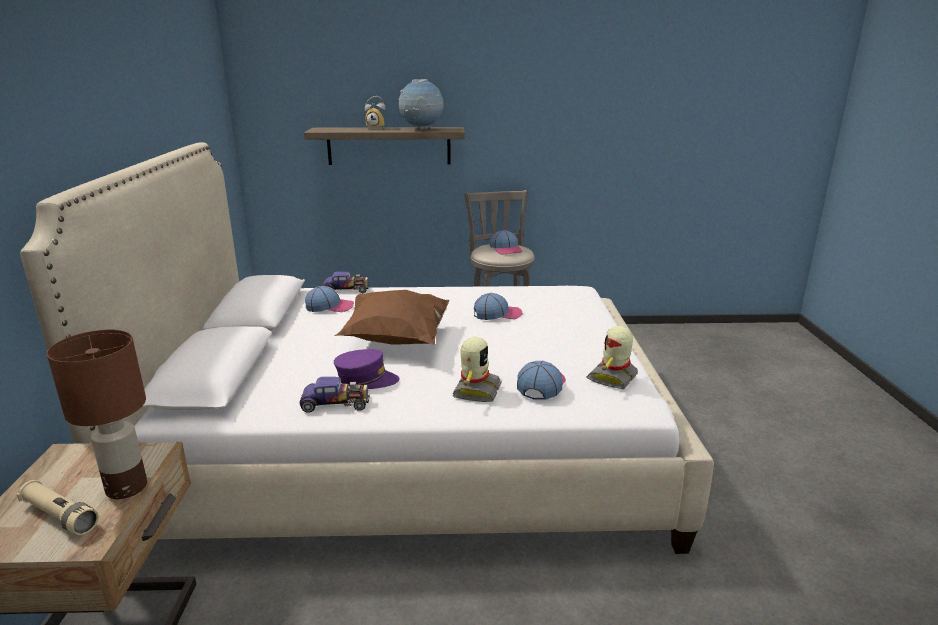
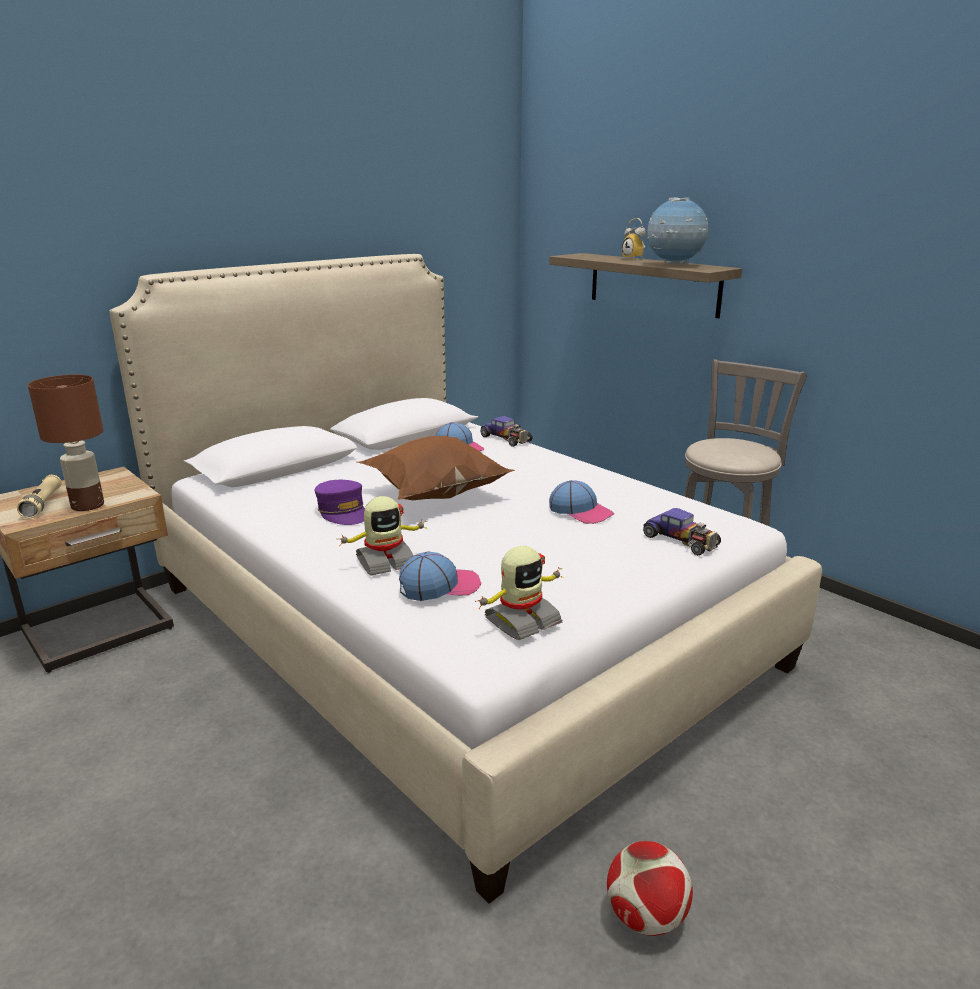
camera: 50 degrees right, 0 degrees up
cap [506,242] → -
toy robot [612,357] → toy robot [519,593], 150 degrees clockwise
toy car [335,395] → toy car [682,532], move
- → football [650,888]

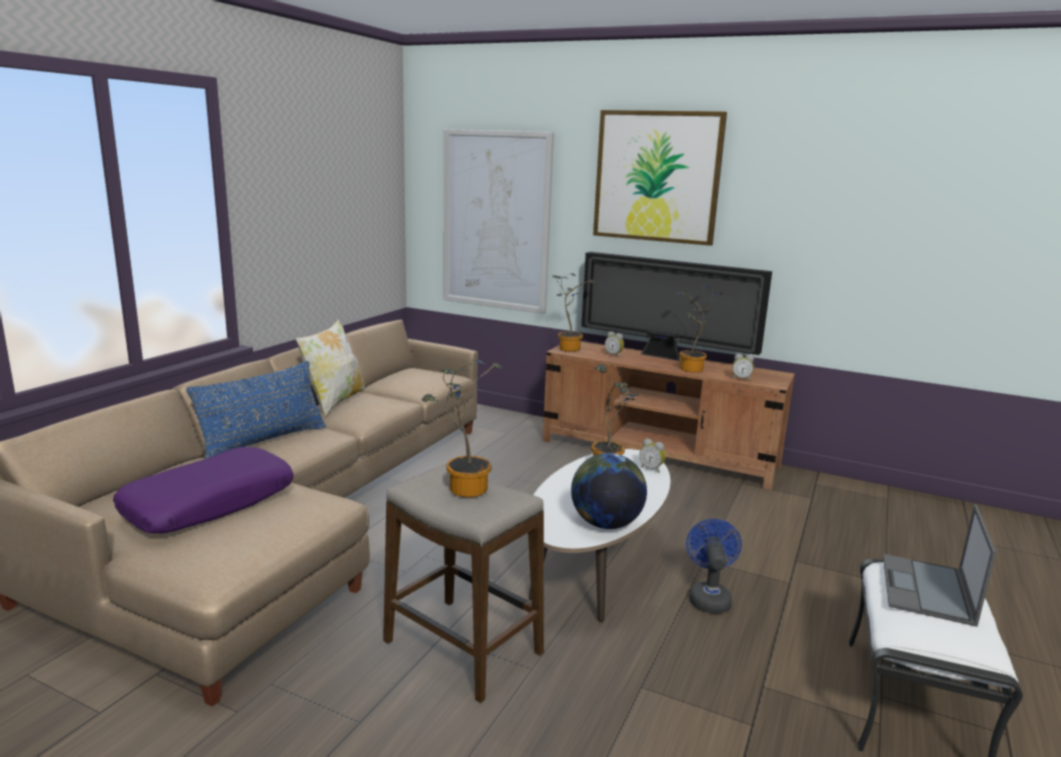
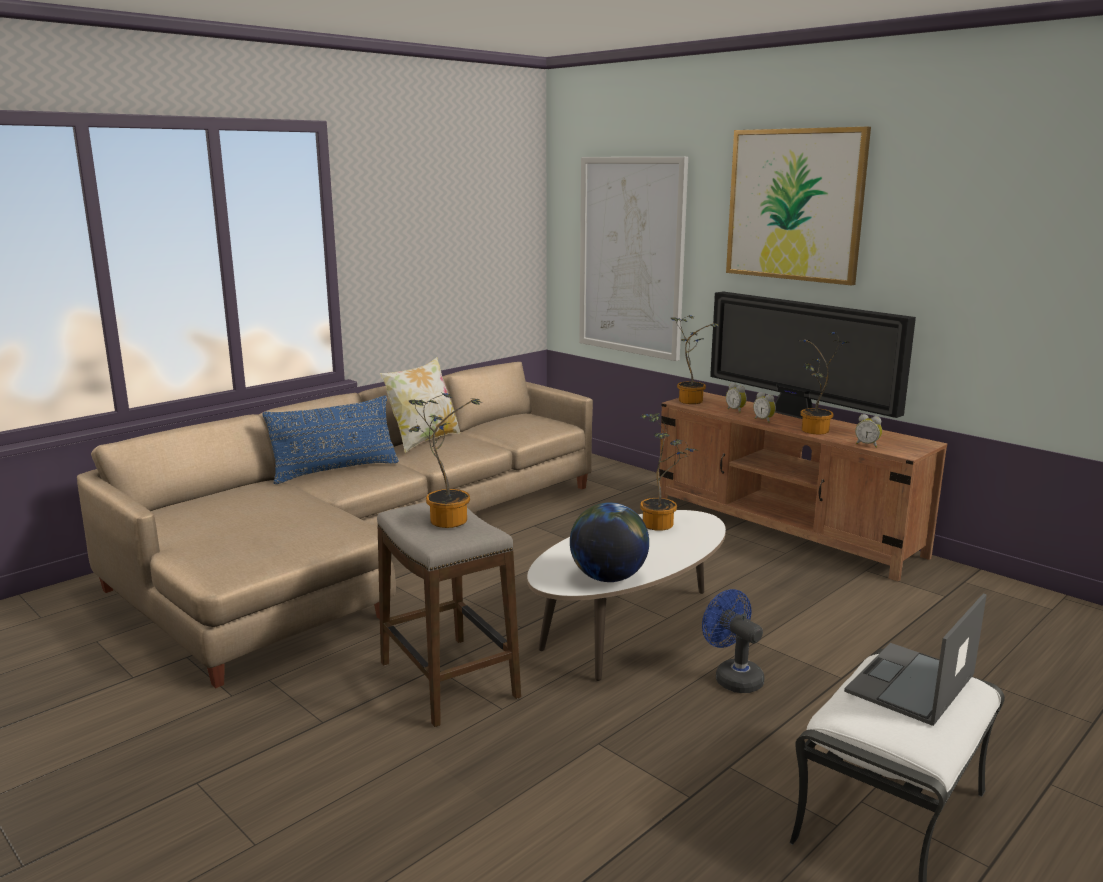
camera: 20 degrees right, 0 degrees up
alarm clock [652,455] → alarm clock [764,407], move
pillow (purple) [203,490] → -
fan (blue) [714,566] → fan (blue) [733,641], 60 degrees counterclockwise

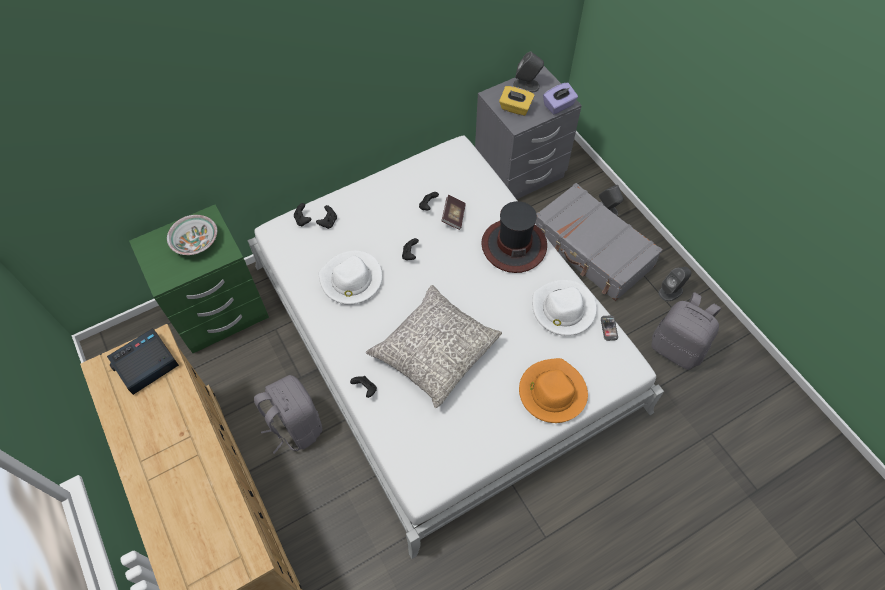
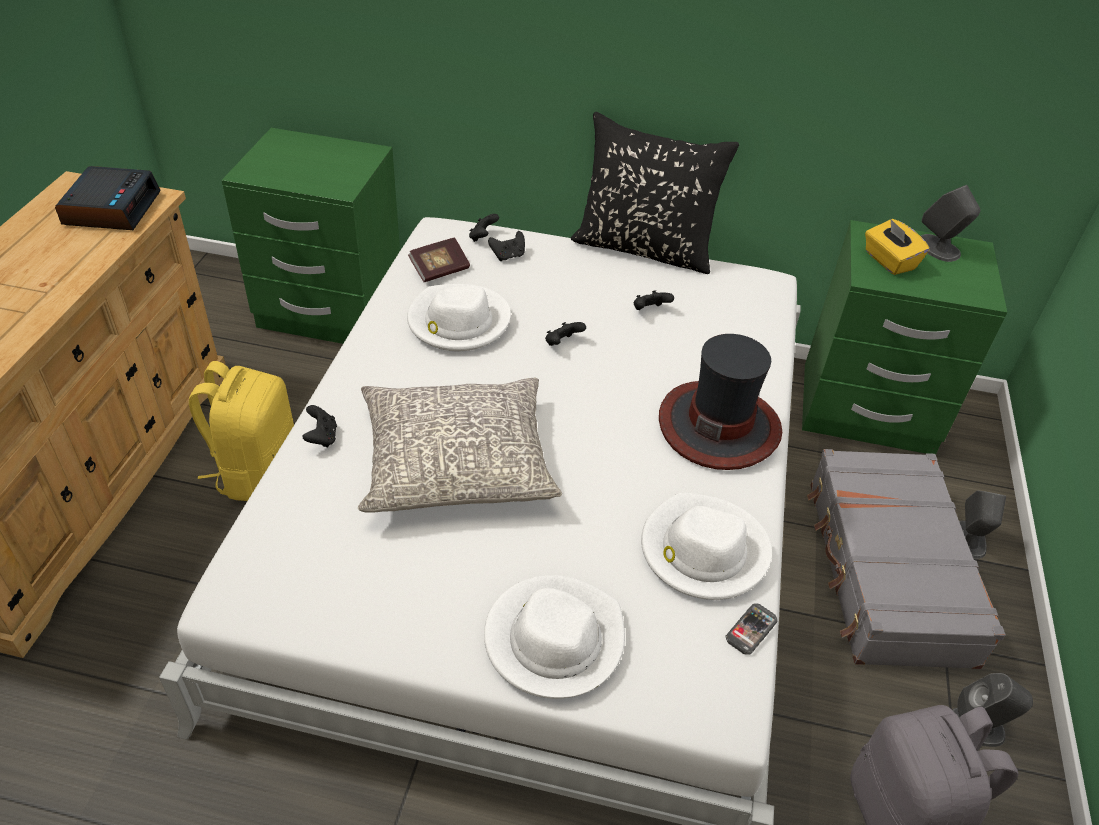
camera: 40 degrees right, 15 degrees down
nightstand (grey) [528,132] → nightstand (green) [904,337]
tissue box (purple) [560,98] → -
book [453,212] → book [439,259], move
bowl [192,235] → -
alarm clock [143,361] → alarm clock [108,198], 90 degrees clockwise
hat (orange) [553,390] → hat (white) [554,637]
backpack (grey) [288,414] → backpack (yellow) [241,431]
- → pillow (black) [655,193]

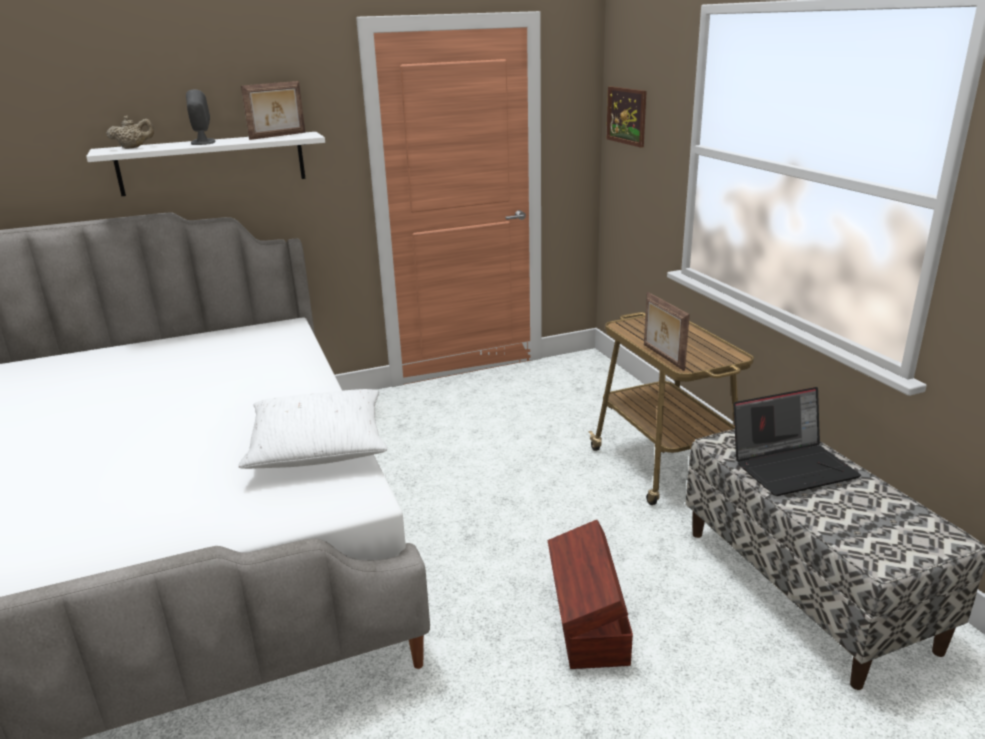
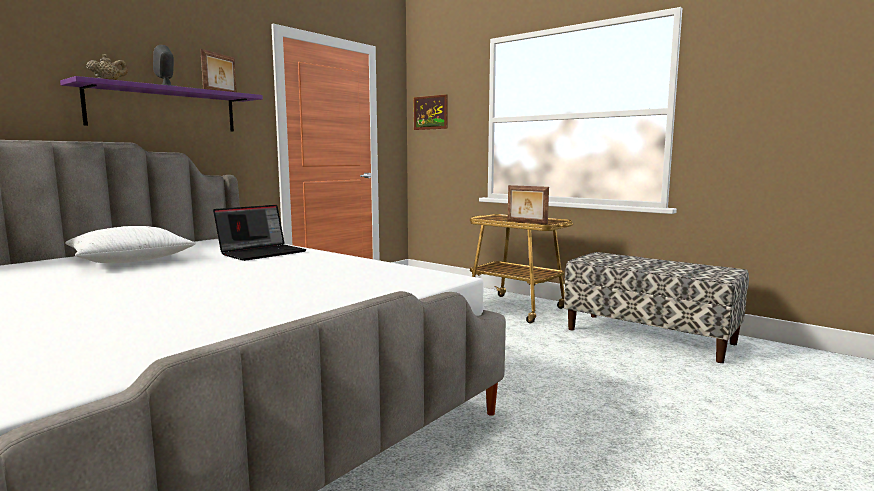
camera: 30 degrees left, 15 degrees down
shelf (white) [205,164] → shelf (purple) [161,104]
laptop [797,441] → laptop [260,233], move
pillow (white) [313,429] → pillow (white) [130,244], move
storage box (brown) [590,594] → -

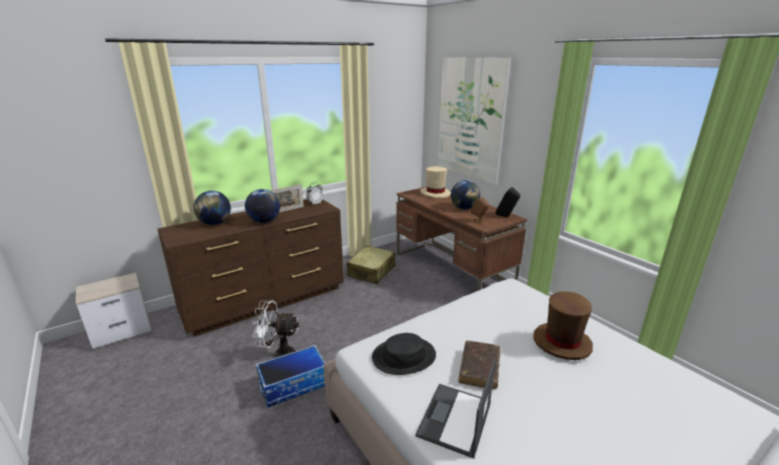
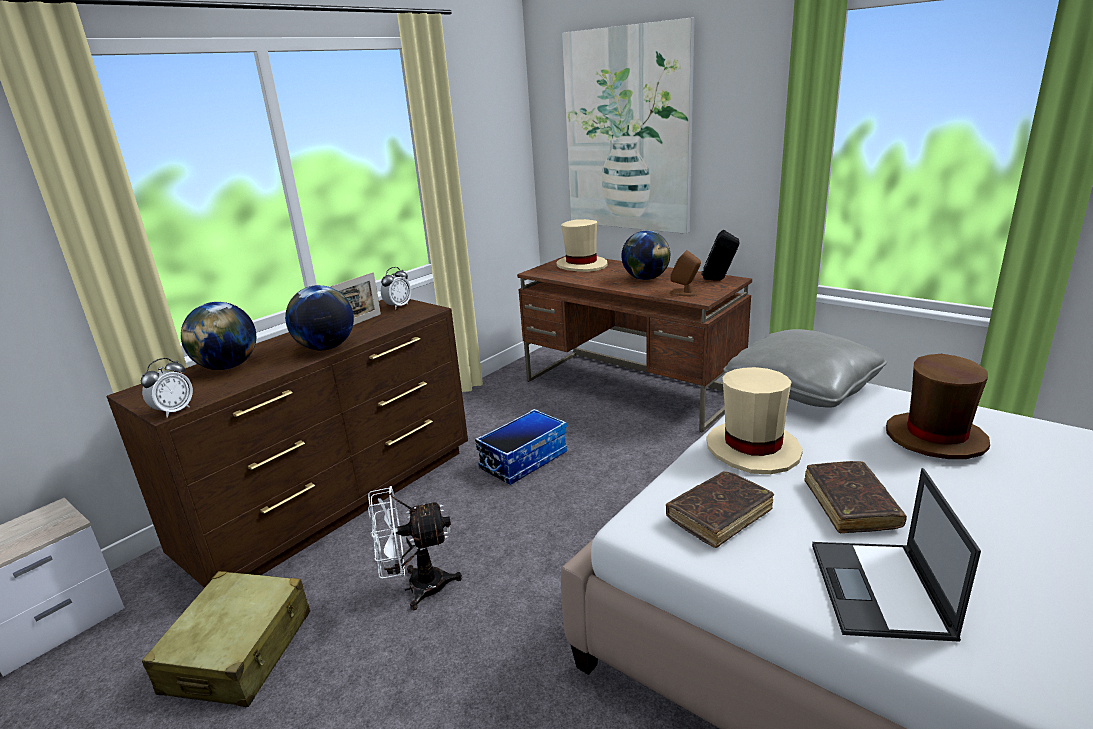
camera: 15 degrees left, 0 degrees up
suitcase (beige) [371,265] → suitcase (beige) [226,639], move
hat (black) [404,354] → book (brown) [720,509]
storage box [290,376] → storage box [521,447], move
- → pillow (grey) [805,368]
- → alarm clock [167,388]
- → hat (beige) [754,420]

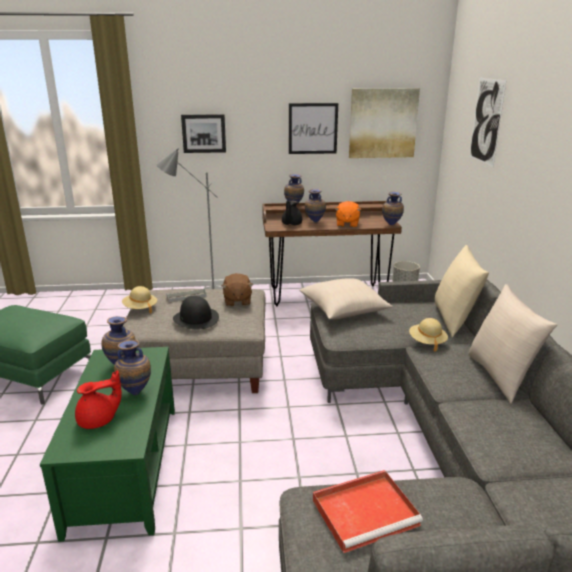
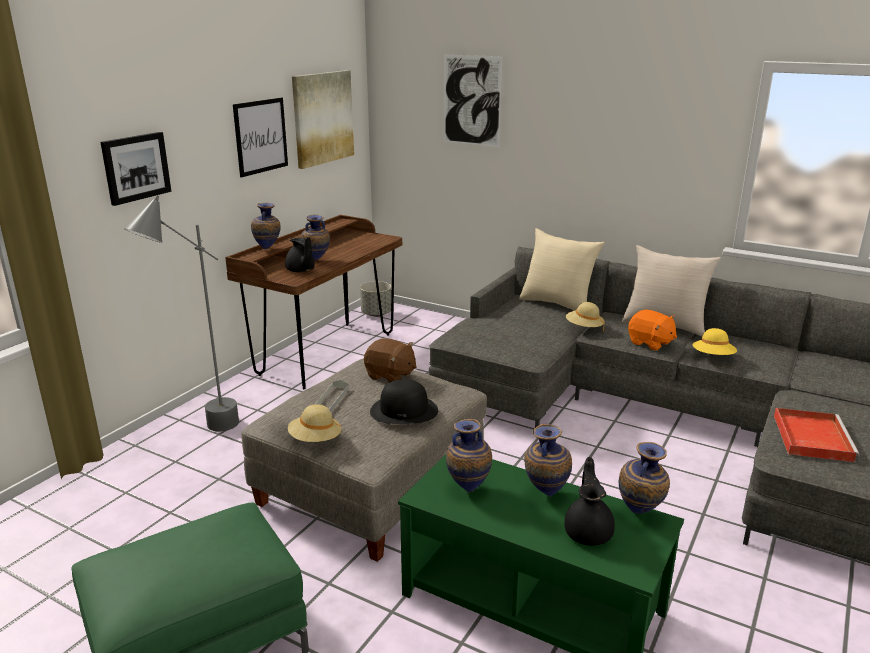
camera: 55 degrees left, 0 degrees up
vase [393,208] → vase [644,478], move
plush toy (orange) [348,214] → plush toy (orange) [652,330], move
pillow (beige) [346,298] → -
teapot (red) [98,399] → teapot (black) [589,501]
- → hat (yellow) [715,341]

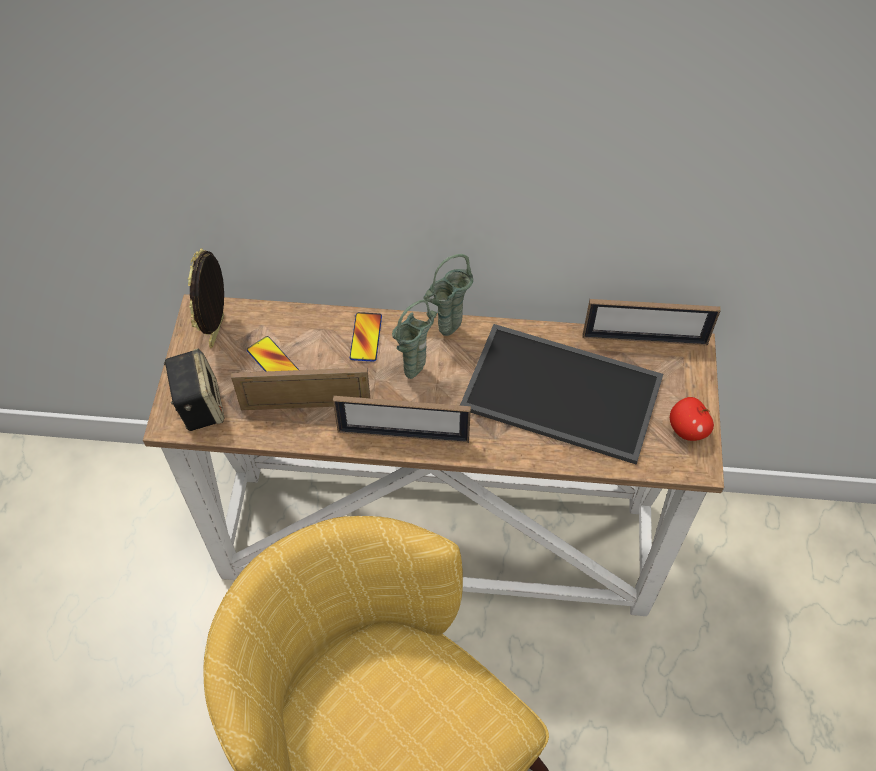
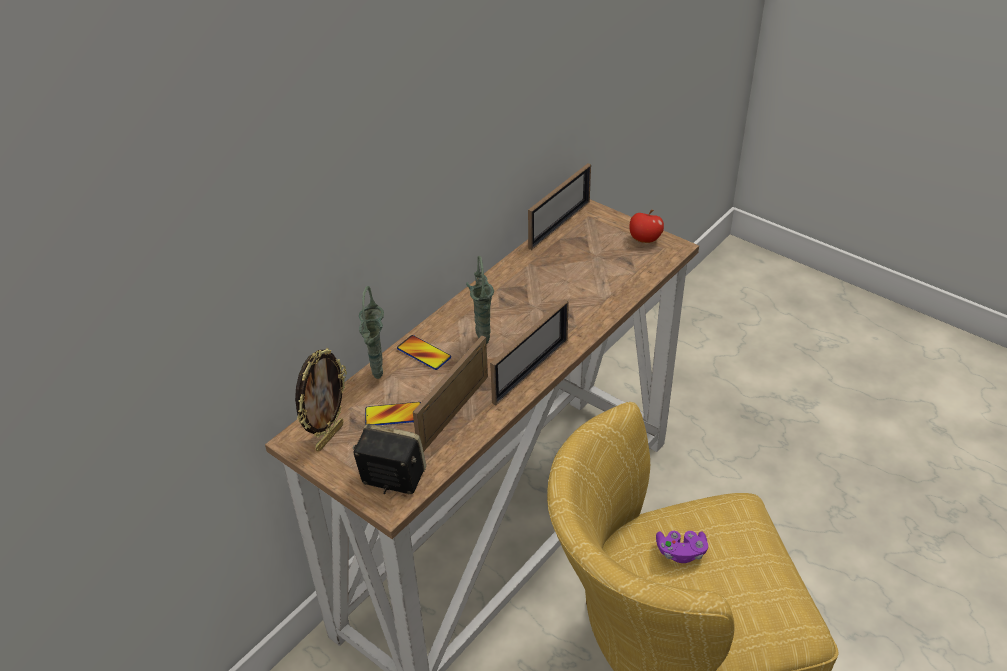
camera: 55 degrees left, 15 degrees down
picture frame [206,298] → picture frame [321,399], 105 degrees counterclockwise
vase (green) [448,295] → vase (green) [371,332], move
tray [561,394] → -
- → game controller (purple) [682,547]

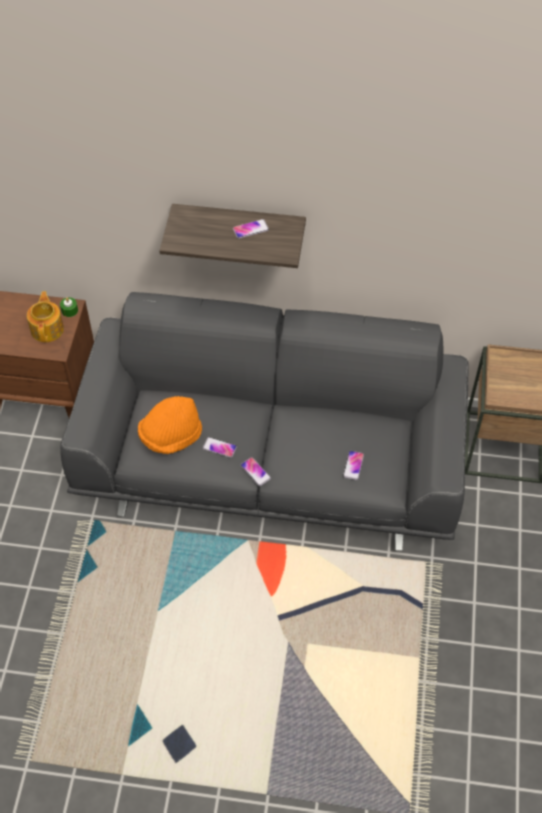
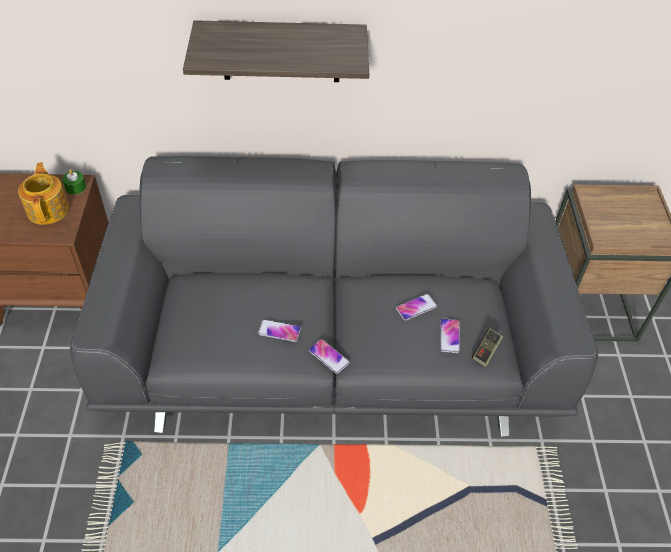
camera: 10 degrees left, 5 degrees down
phone [251,229] → phone [416,307], move
hat (orange) [170,425] → -
- → game controller [487,347]

